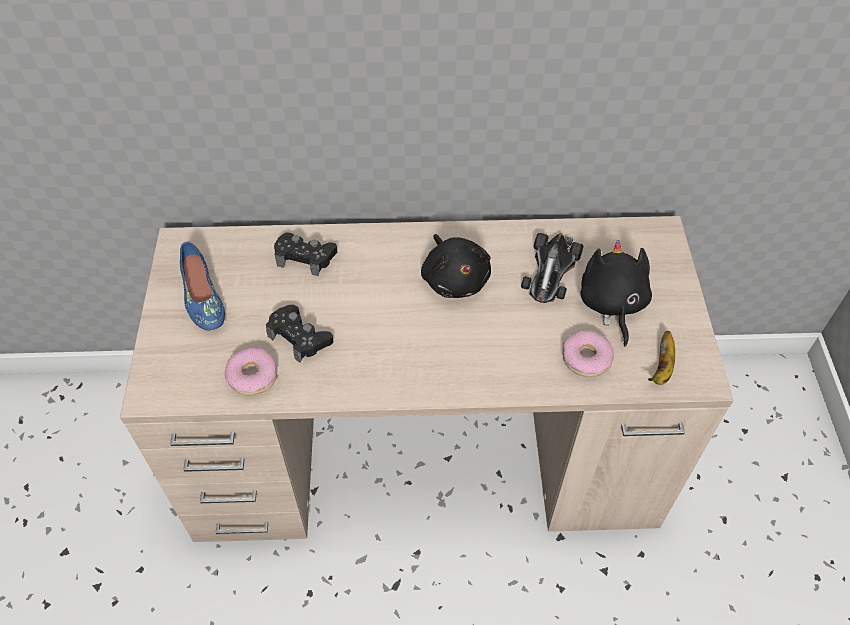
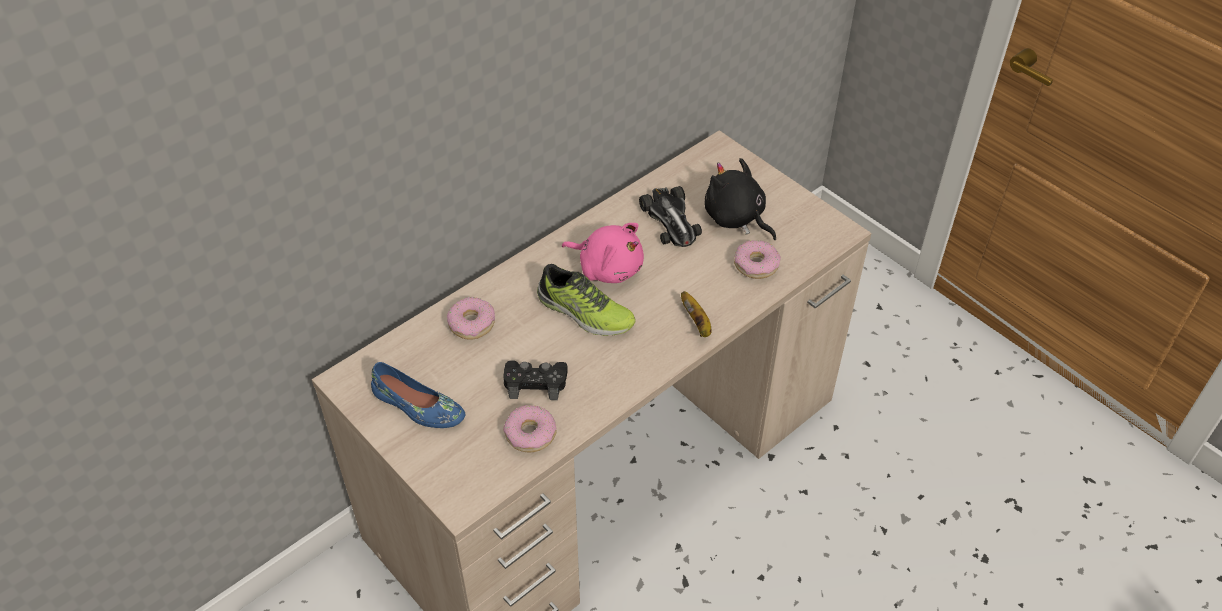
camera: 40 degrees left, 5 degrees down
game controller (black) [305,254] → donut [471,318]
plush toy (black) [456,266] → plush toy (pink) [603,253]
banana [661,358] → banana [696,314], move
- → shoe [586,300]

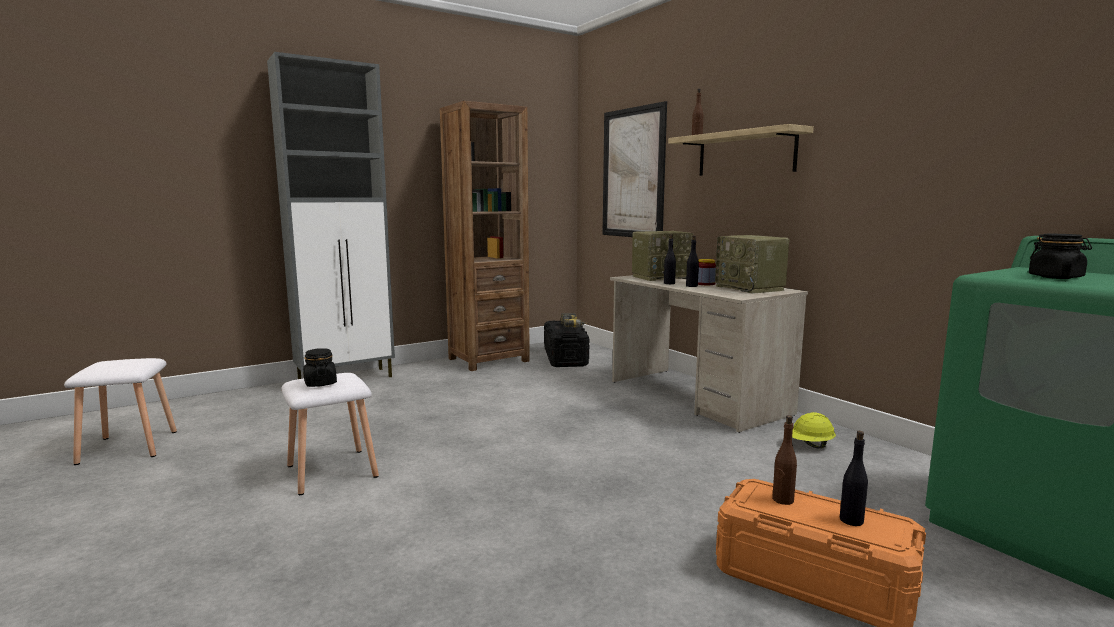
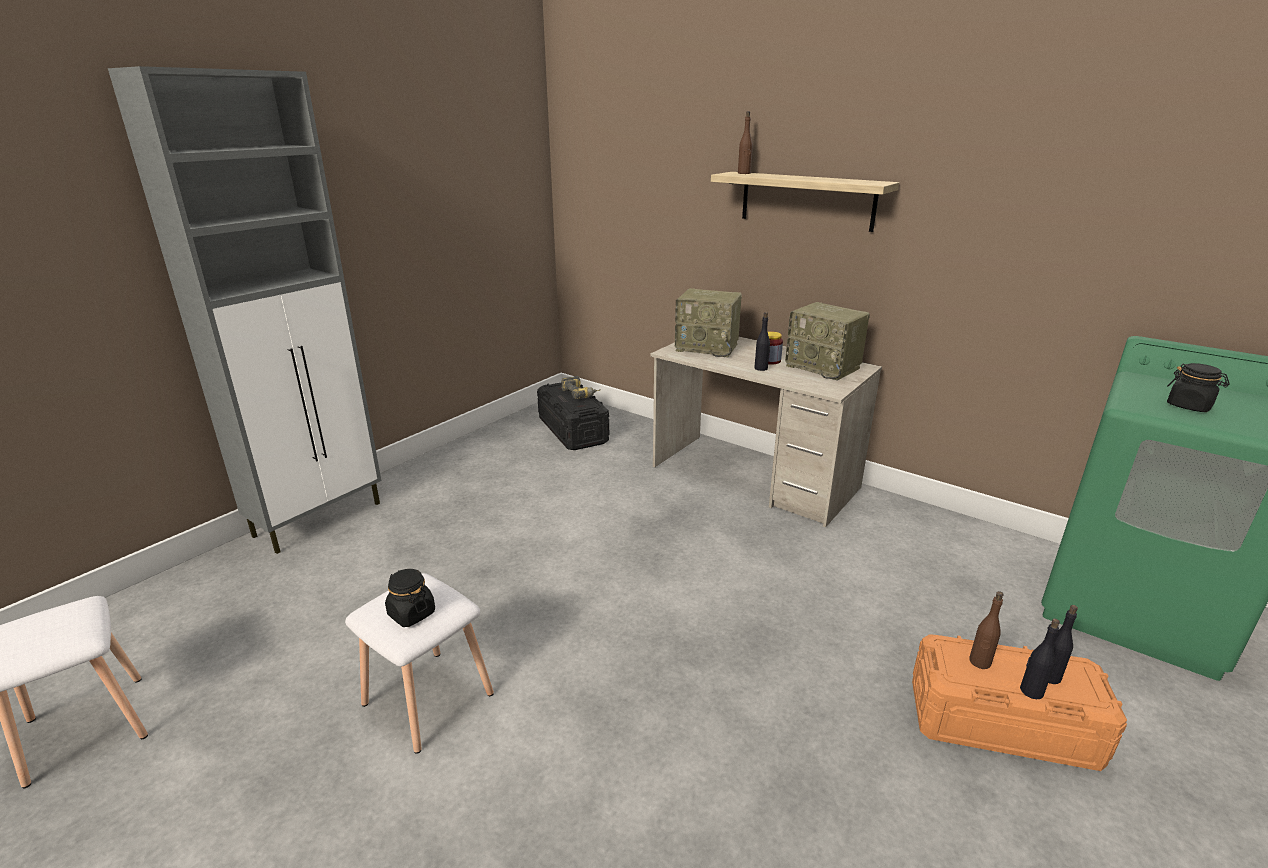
camera: 20 degrees left, 15 degrees up
bookcase (brown) [485,236] → -
picture [635,169] → -
radio [662,256] → radio [708,322], 60 degrees clockwise
bottle (black) [670,259] → bottle (black) [1040,659], move
hard hat (yellow) [814,430] → -

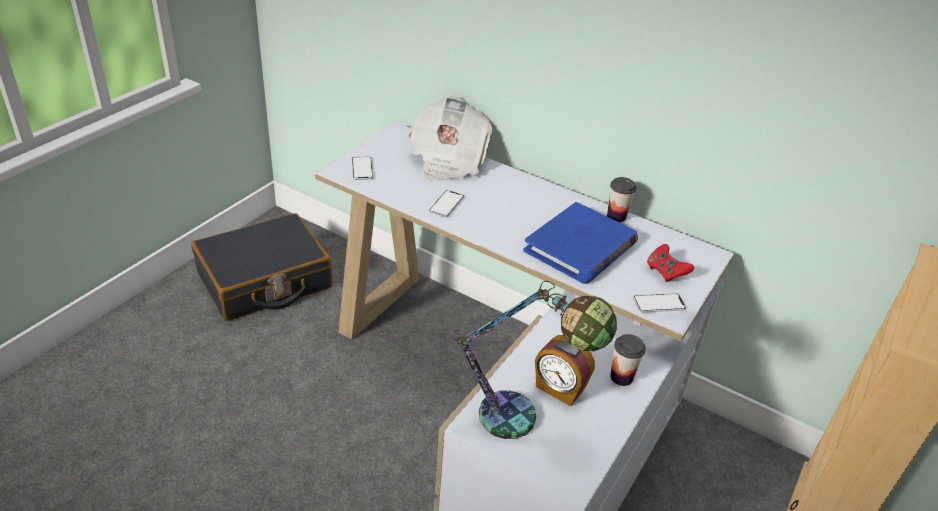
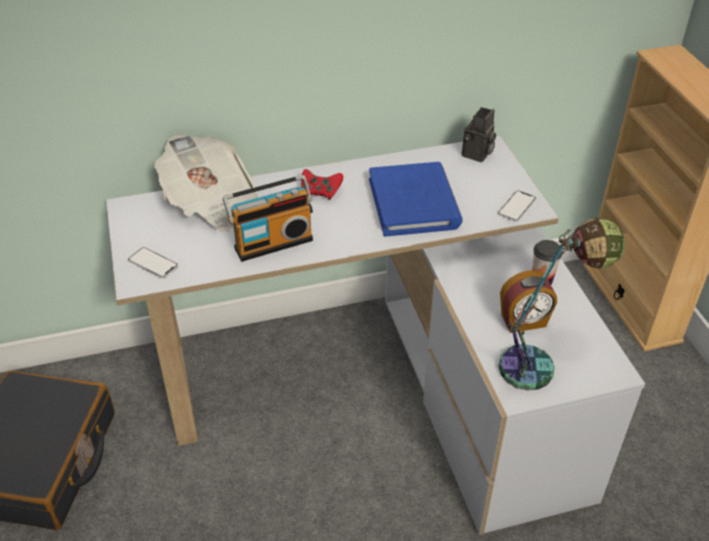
camera: 45 degrees left, 5 degrees up
cup [621,199] → -
phone [446,203] → radio [268,218]
game controller (red) [670,263] → game controller (red) [322,184], move
- → photo camera [479,134]

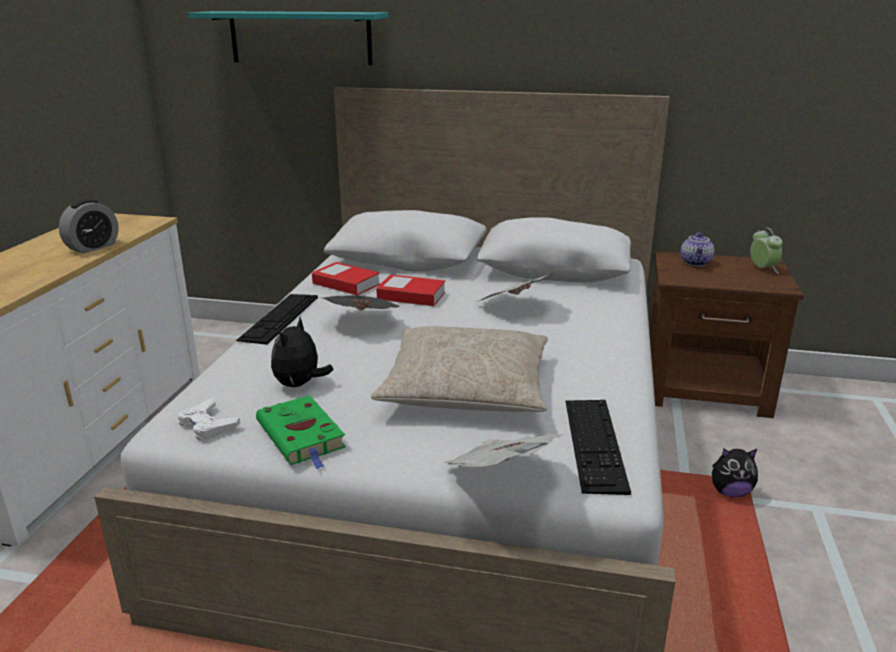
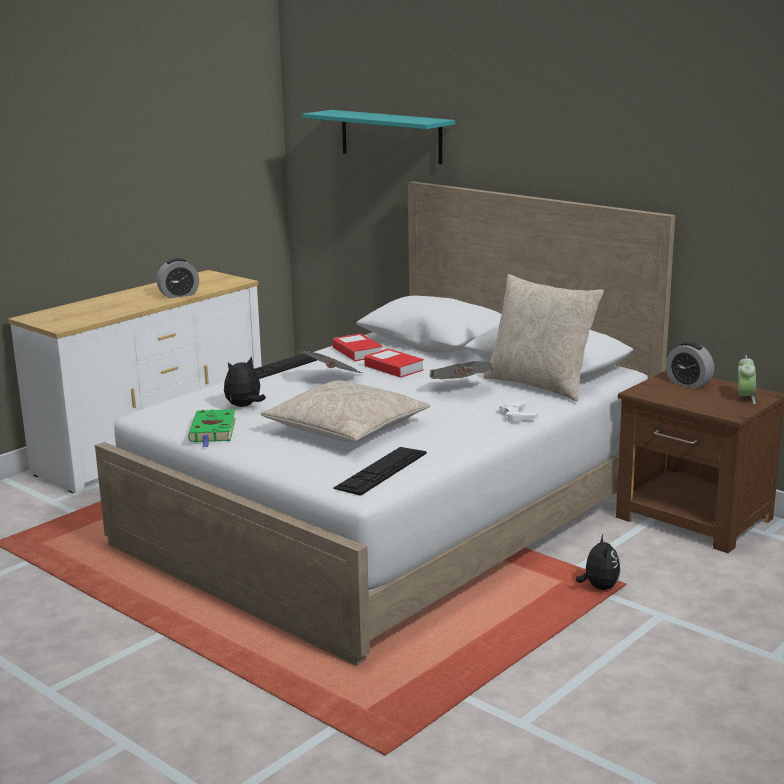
camera: 30 degrees right, 5 degrees down
teapot [697,250] → alarm clock [690,365]
game controller (white) [209,419] → game controller (white) [518,411], move
newspaper [504,450] → -
plush toy [735,473] → plush toy [598,562], 120 degrees counterclockwise
- → pillow (beige) [543,337]

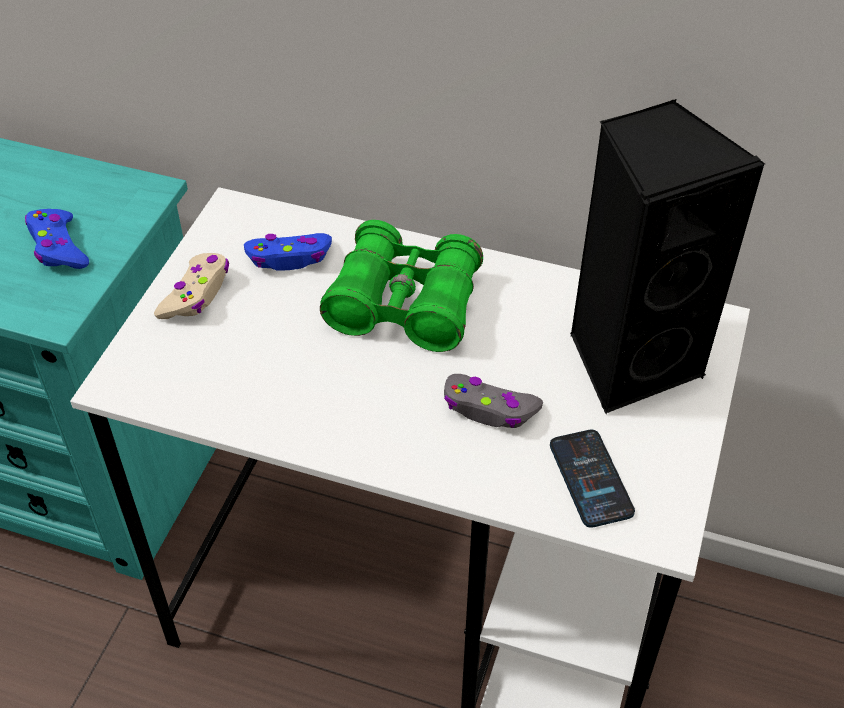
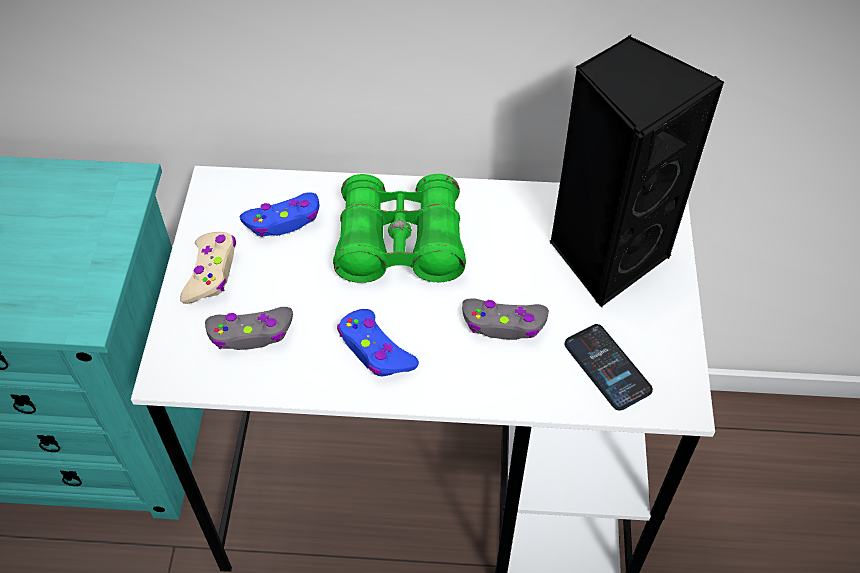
camera: 15 degrees left, 5 degrees up
game controller (blue) [57,239] → game controller (blue) [378,342], move
- → game controller (grey) [249,328]

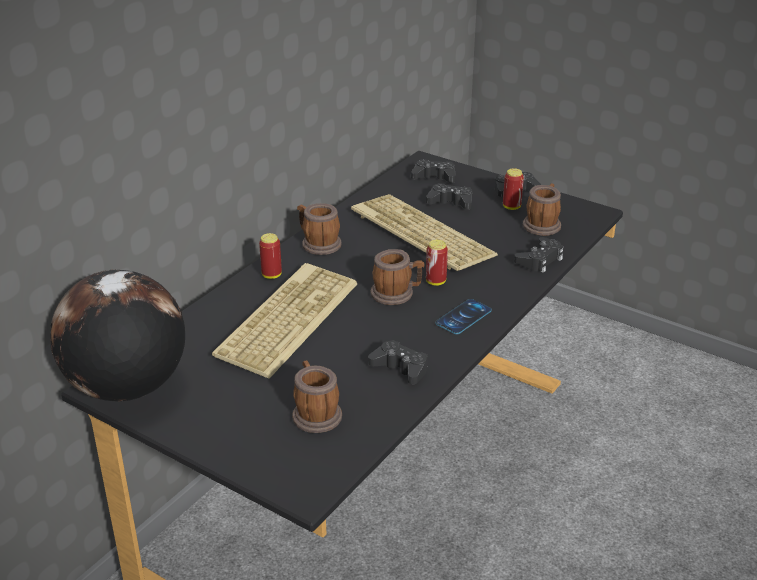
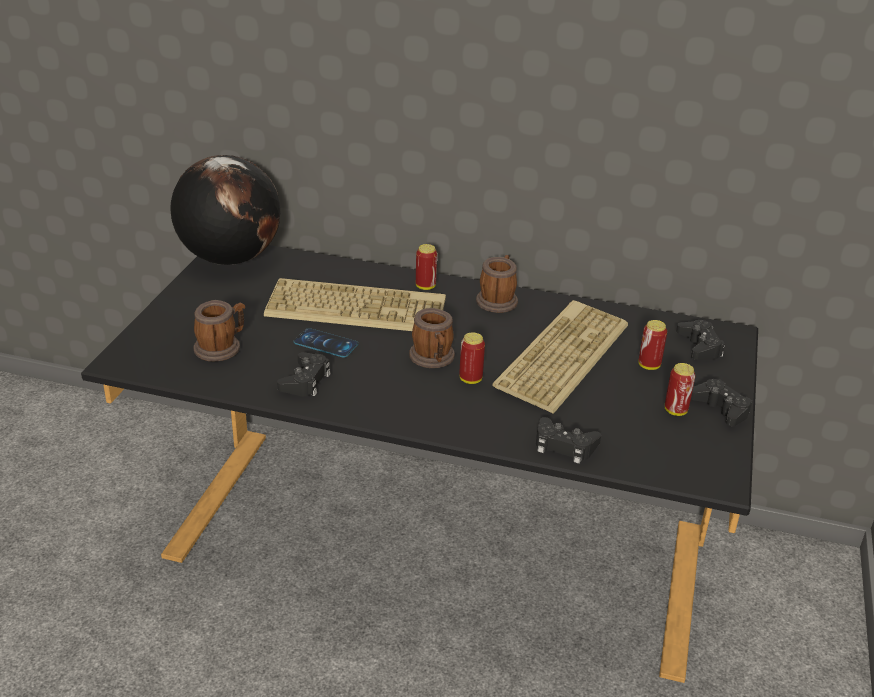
camera: 70 degrees right, 0 degrees up
game controller (black) [449,196] → can [652,345]
mug [542,209] → -
phone [463,316] → phone [325,343], move

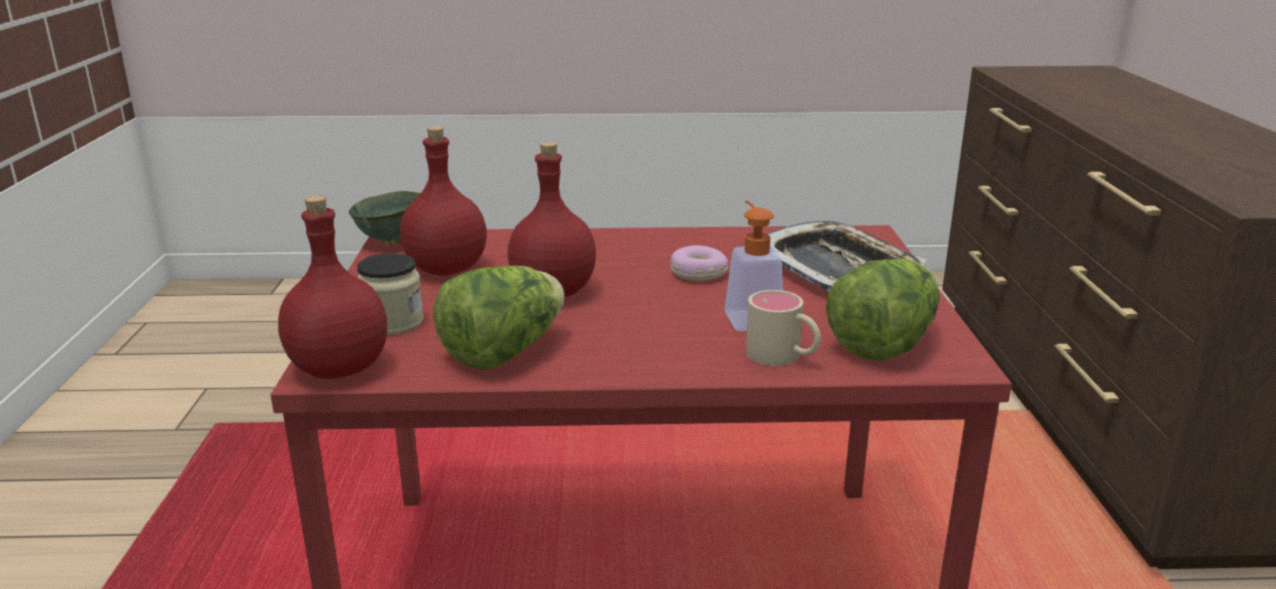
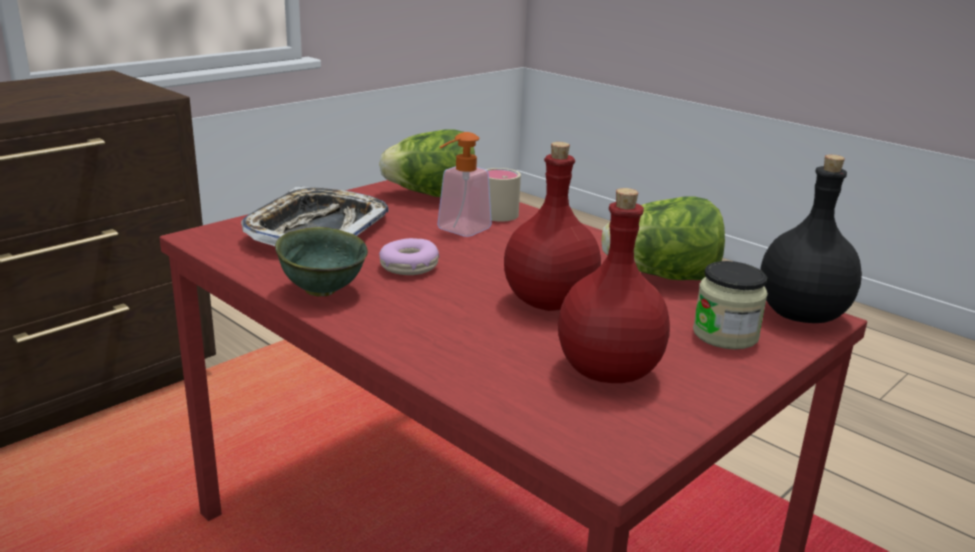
camera: 135 degrees left, 0 degrees up
bowl (green) [384,218] → bowl (green) [321,261], move
bottle (red) [332,287] → bottle (black) [811,239]

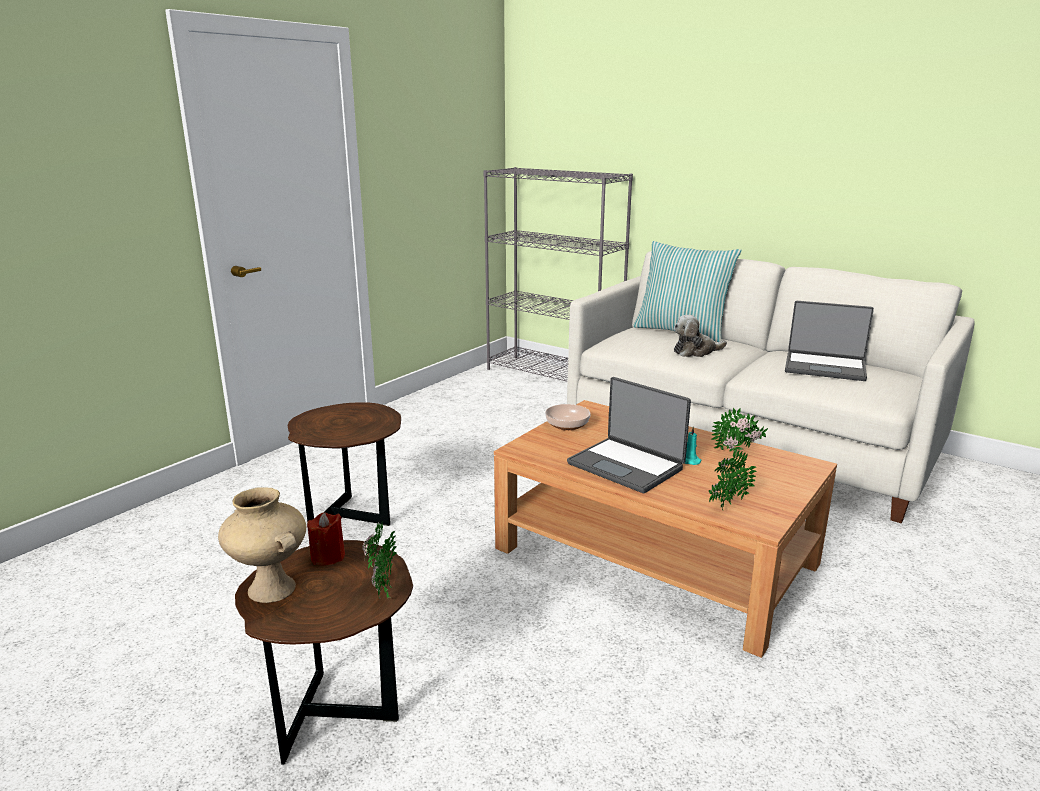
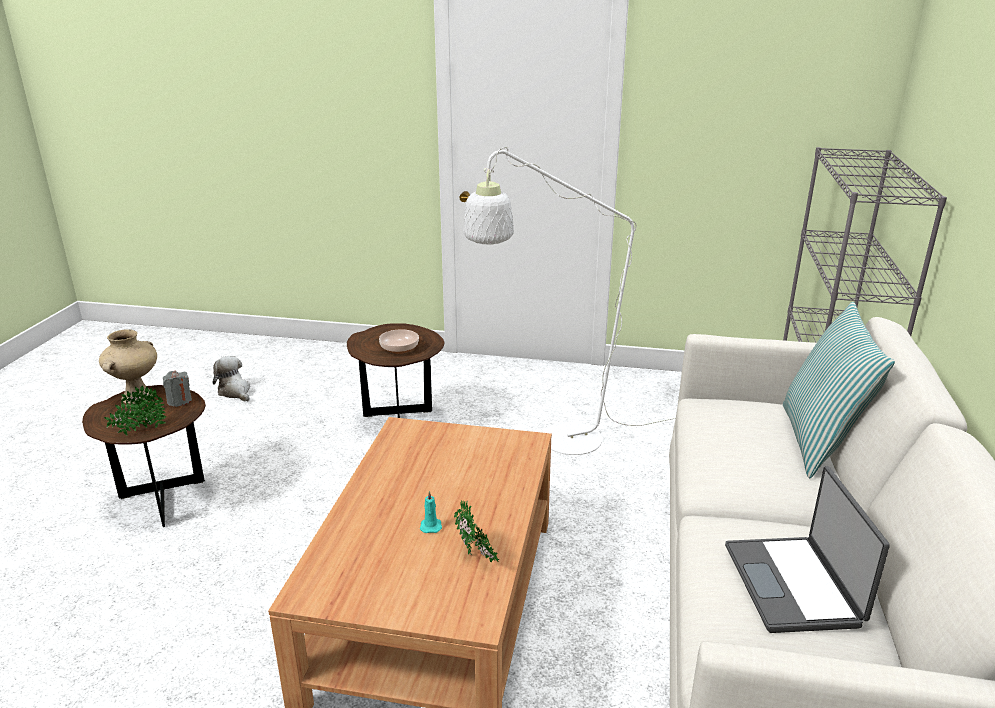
camera: 65 degrees right, 5 degrees up
plush toy [700,336] → plush toy [231,378], move
laptop [629,435] → -
bowl [568,417] → bowl [399,341], move
potted plant [732,480] → -
candle (red) [326,538] → candle (grey) [177,389]
- → floor lamp (white) [570,301]

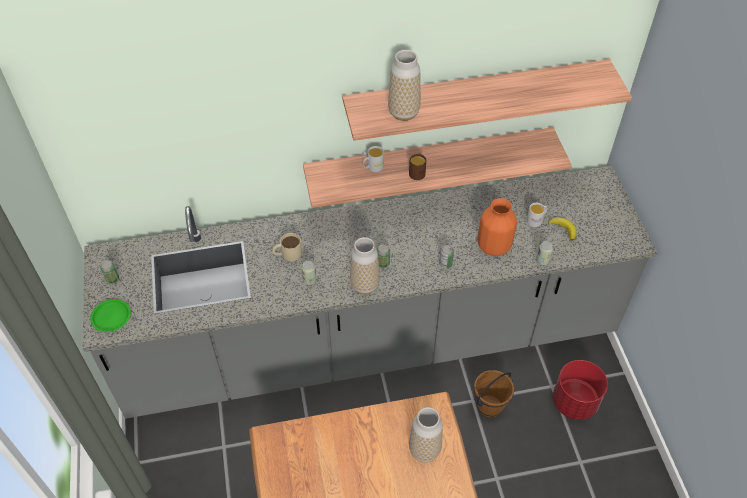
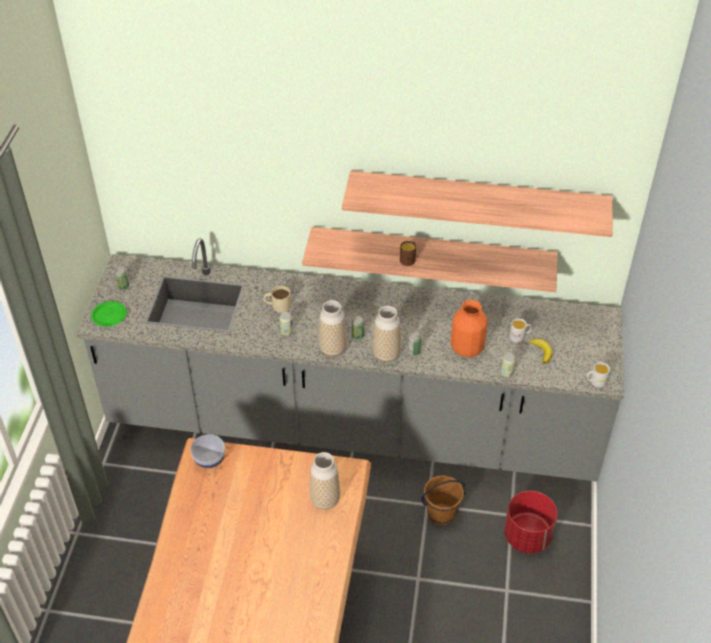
camera: 20 degrees right, 5 degrees down
vase [404,85] → vase [387,334], move
mug (white) [373,159] → mug (white) [598,374], move
- → bowl [207,451]

